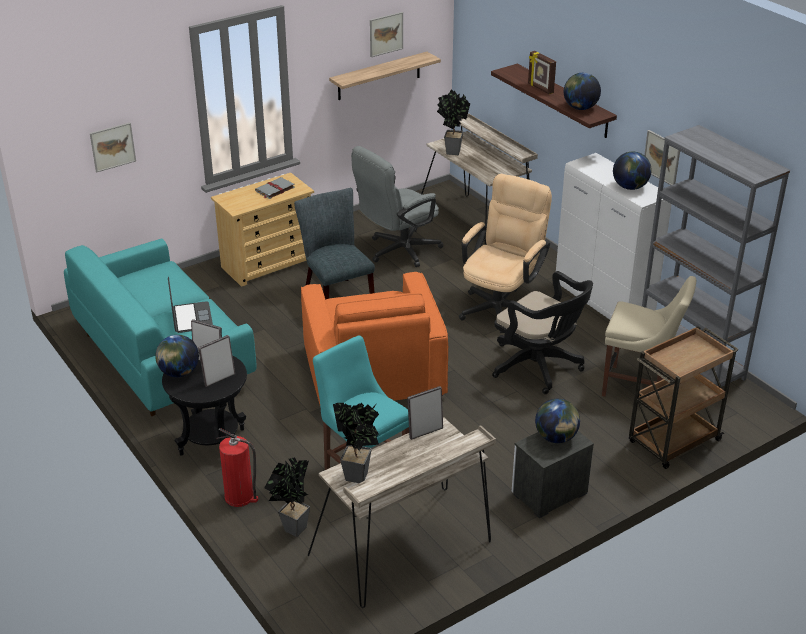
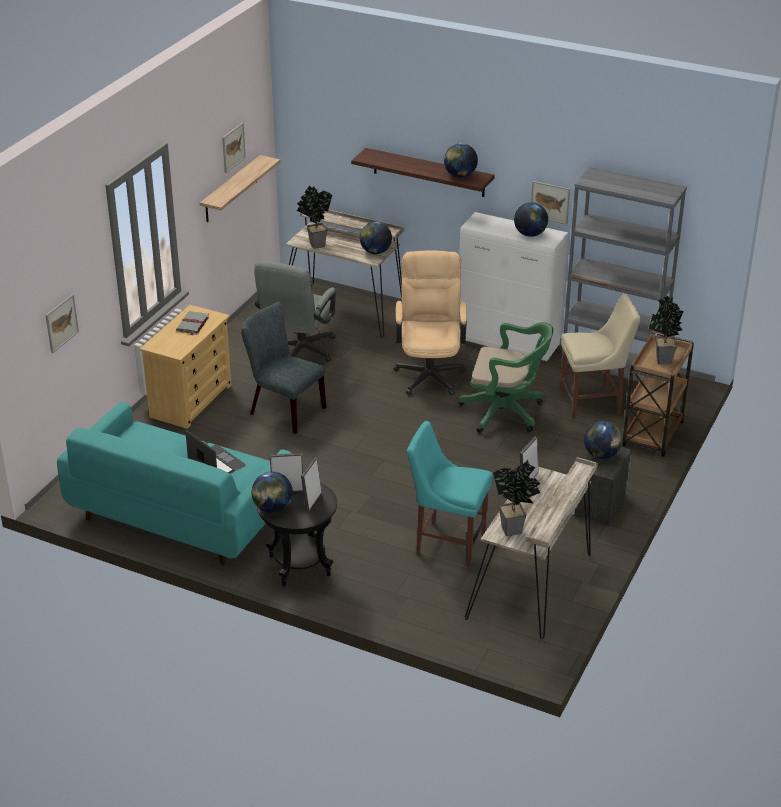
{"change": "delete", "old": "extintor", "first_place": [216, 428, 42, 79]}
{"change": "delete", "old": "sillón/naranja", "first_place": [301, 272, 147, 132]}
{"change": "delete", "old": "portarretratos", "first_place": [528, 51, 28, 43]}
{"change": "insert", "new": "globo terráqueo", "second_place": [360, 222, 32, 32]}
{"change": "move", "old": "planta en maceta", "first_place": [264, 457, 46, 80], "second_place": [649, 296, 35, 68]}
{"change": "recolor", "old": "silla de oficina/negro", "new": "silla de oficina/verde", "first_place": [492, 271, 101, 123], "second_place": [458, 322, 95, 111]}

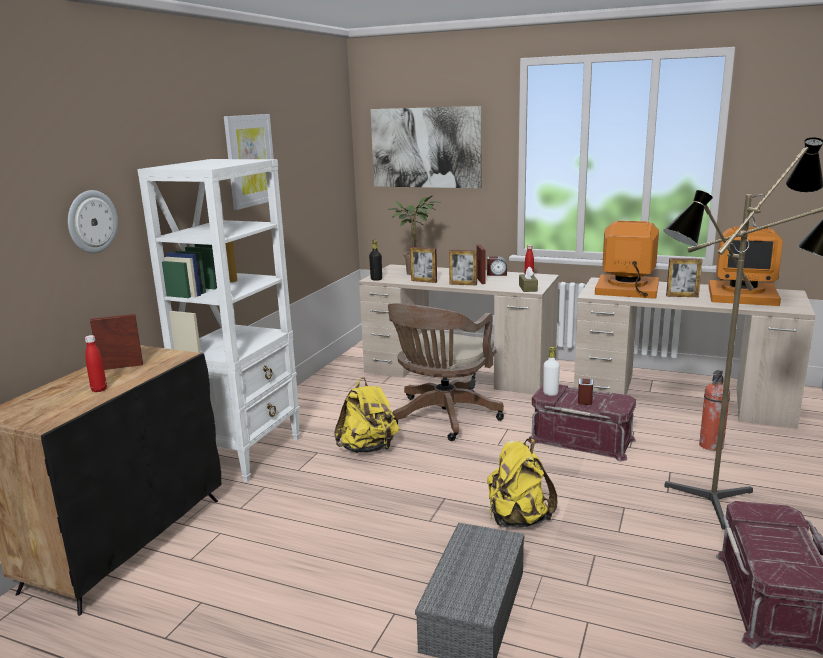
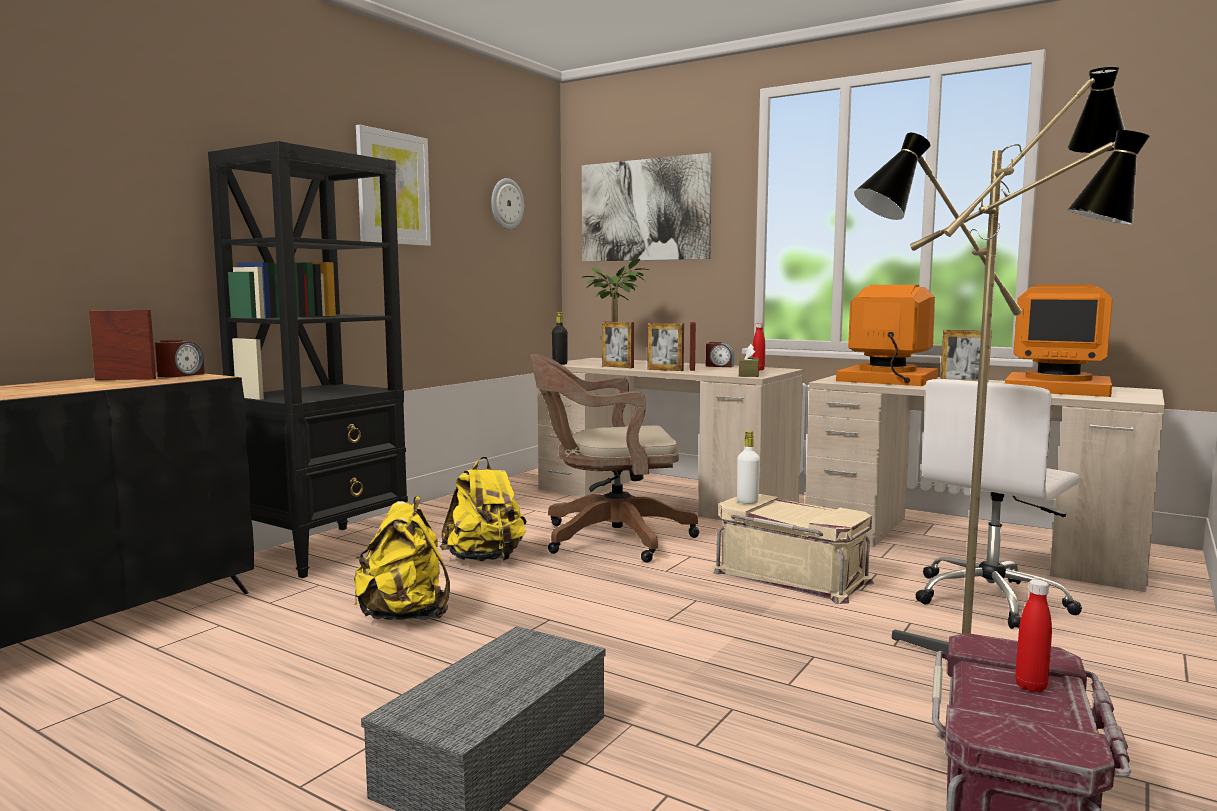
{"change": "move", "old": "reloj de pared", "first_place": [68, 190, 50, 64], "second_place": [491, 178, 33, 51]}
{"change": "move", "old": "botella/rojo", "first_place": [85, 335, 22, 57], "second_place": [1015, 580, 37, 112]}
{"change": "move", "old": "mochila/amarillo", "first_place": [487, 438, 70, 90], "second_place": [354, 496, 96, 124]}
{"change": "move", "old": "despertador", "first_place": [578, 378, 16, 27], "second_place": [155, 339, 50, 39]}
{"change": "replace", "old": "extintor", "new": "silla de oficina/blanco", "first_place": [699, 370, 31, 81], "second_place": [916, 379, 166, 250]}
{"change": "recolor", "old": "estantería/blanco", "new": "estantería/negro", "first_place": [137, 159, 163, 323], "second_place": [208, 141, 200, 437]}
{"change": "recolor", "old": "caja de almacenaje/rojo", "new": "caja de almacenaje/beis", "first_place": [528, 385, 108, 76], "second_place": [711, 494, 163, 110]}
{"change": "rotate", "old": "silla de oficina/marrón", "first_place": [388, 303, 116, 138], "second_place": [531, 354, 168, 209], "degrees": 45}

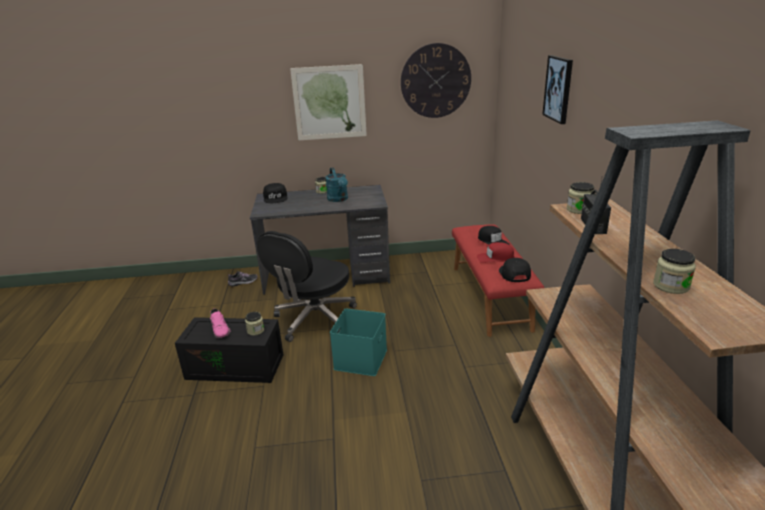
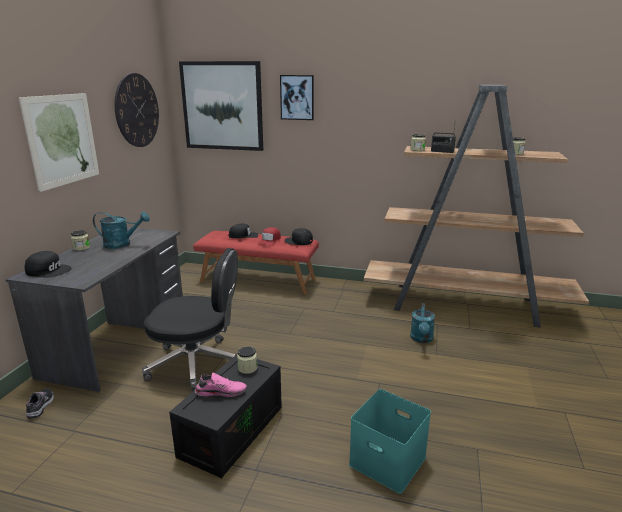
{"change": "insert", "new": "cuadro", "second_place": [179, 61, 84, 90]}
{"change": "insert", "new": "regadera/turquesa", "second_place": [410, 303, 25, 40]}
{"change": "move", "old": "caja de almacenaje/turquesa", "first_place": [330, 309, 57, 67], "second_place": [349, 389, 82, 105]}
{"change": "rotate", "old": "silla de oficina/negro", "first_place": [257, 231, 100, 111], "second_place": [142, 248, 96, 143], "degrees": -45}

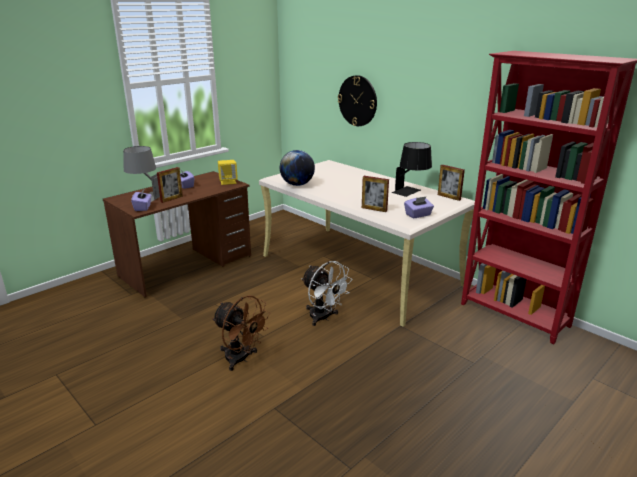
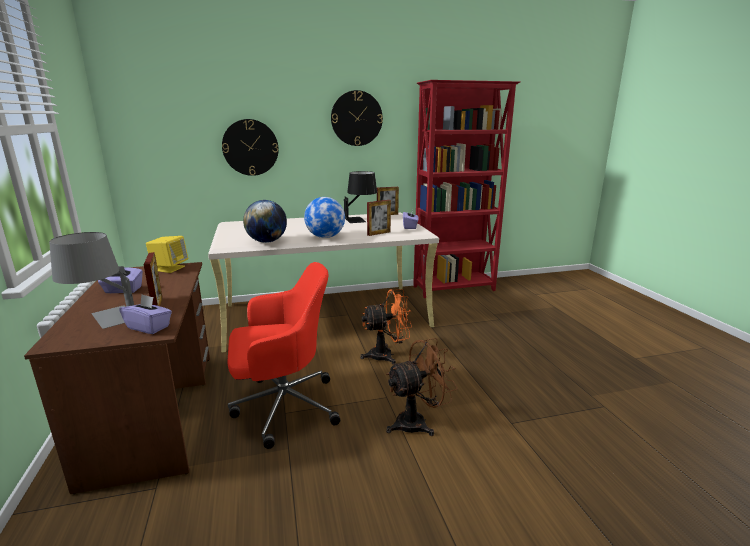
{"change": "insert", "new": "silla de oficina/rojo", "second_place": [227, 262, 113, 187]}
{"change": "insert", "new": "globo terráqueo", "second_place": [304, 197, 41, 41]}
{"change": "insert", "new": "reloj de pared", "second_place": [331, 90, 52, 56]}
{"change": "recolor", "old": "ventilador/blanco", "new": "ventilador/naranja", "first_place": [301, 261, 51, 65], "second_place": [360, 289, 52, 76]}

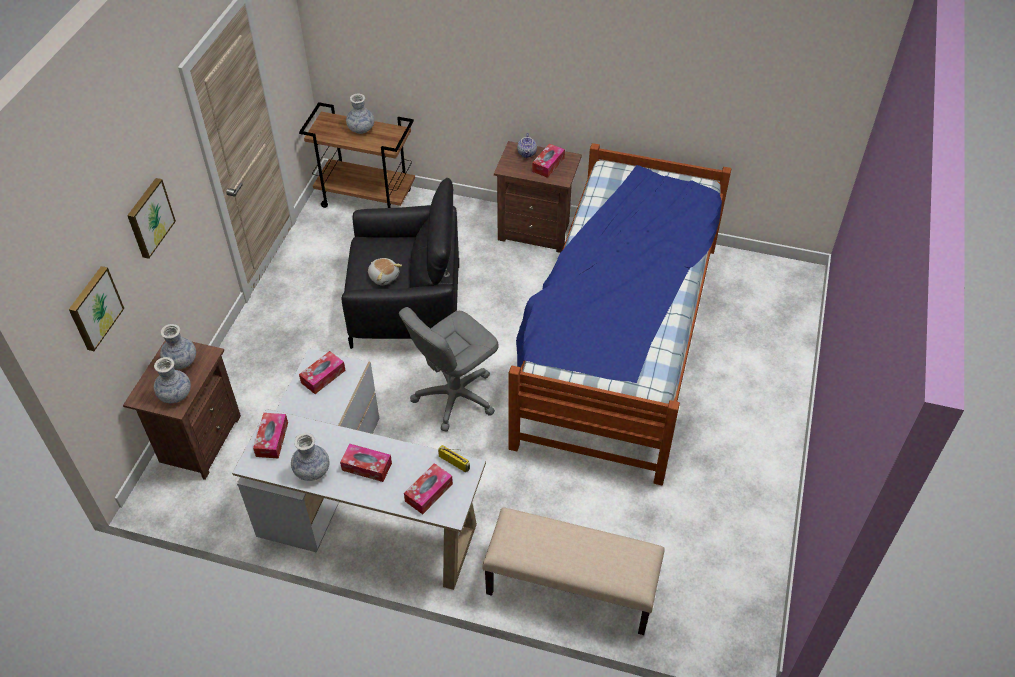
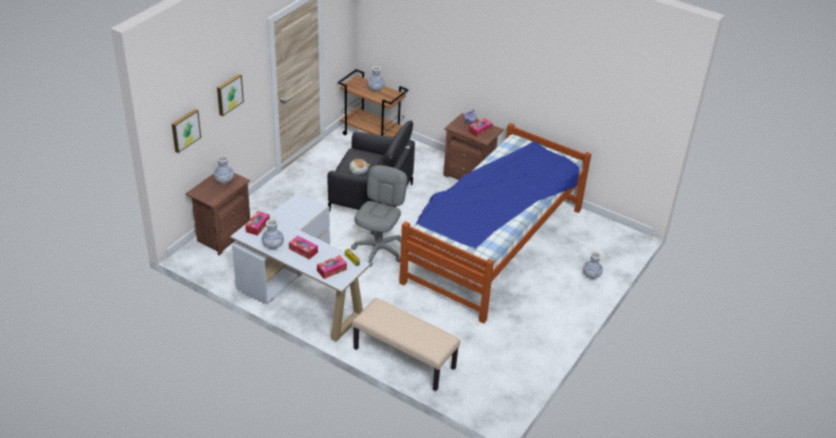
{"change": "delete", "old": "caja de pañuelos", "first_place": [299, 351, 47, 43]}
{"change": "move", "old": "florero", "first_place": [154, 357, 37, 46], "second_place": [583, 252, 20, 27]}
{"change": "rotate", "old": "silla de oficina/gris", "first_place": [399, 307, 100, 125], "second_place": [351, 165, 56, 102], "degrees": 135}

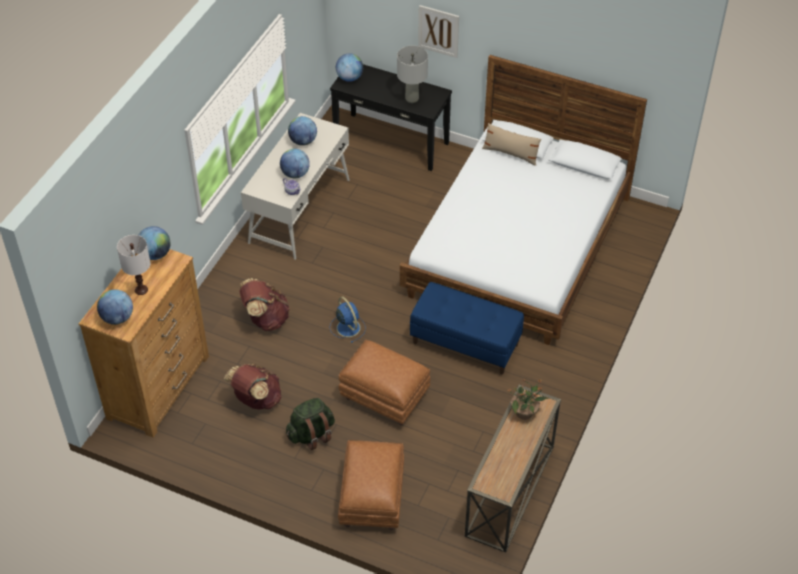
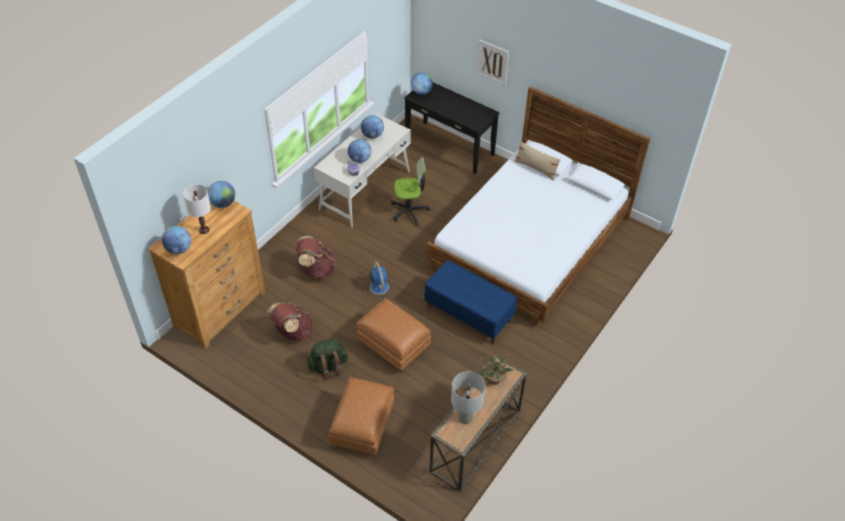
{"change": "insert", "new": "silla de oficina", "second_place": [391, 157, 39, 68]}
{"change": "move", "old": "lámpara de mesa/gris", "first_place": [397, 45, 31, 58], "second_place": [451, 371, 35, 53]}

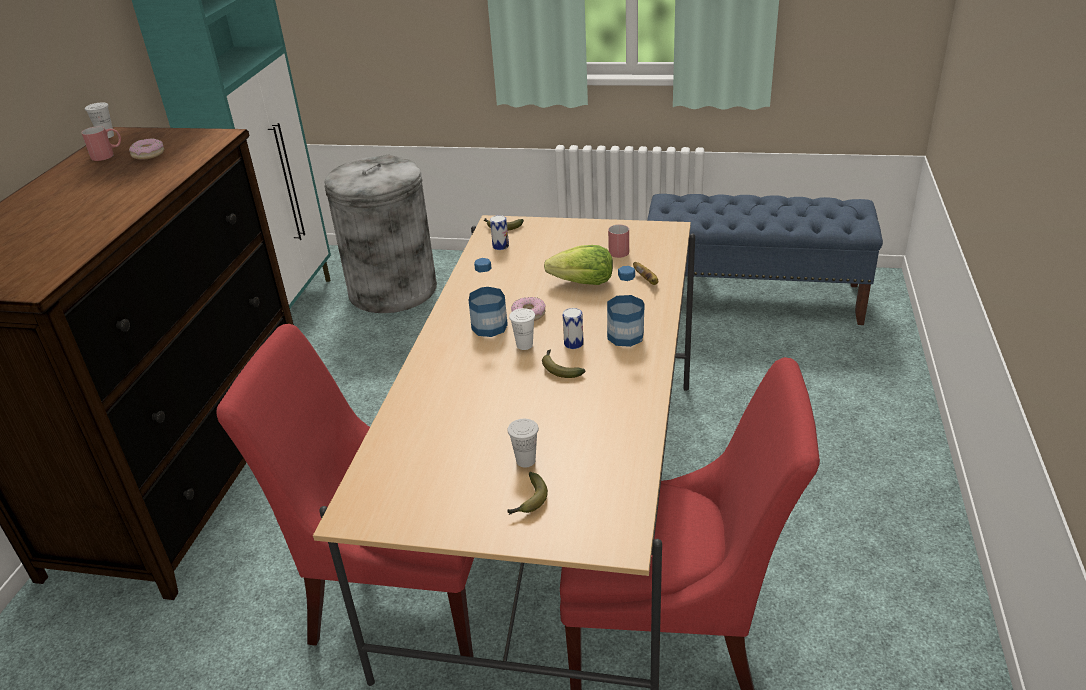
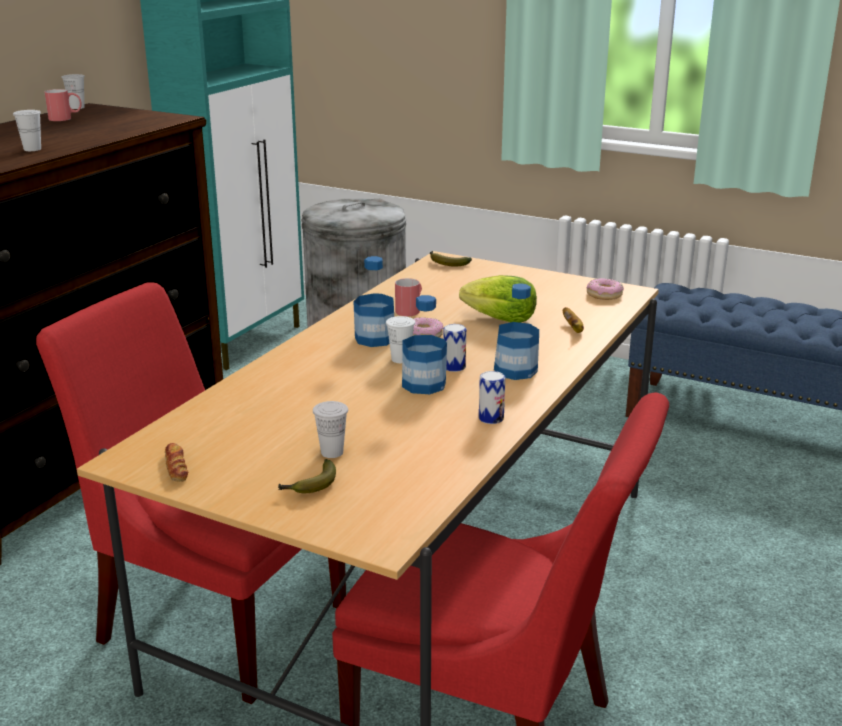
{"change": "insert", "new": "taza/blanco", "second_place": [13, 110, 28, 41]}
{"change": "insert", "new": "pan", "second_place": [165, 443, 23, 39]}
{"change": "move", "old": "rosquilla", "first_place": [129, 138, 35, 22], "second_place": [587, 278, 37, 22]}
{"change": "move", "old": "lata", "first_place": [490, 215, 19, 35], "second_place": [479, 371, 26, 53]}
{"change": "move", "old": "taza grande/rojo", "first_place": [608, 224, 21, 34], "second_place": [395, 278, 27, 38]}
{"change": "replace", "old": "plátano", "new": "botella", "first_place": [542, 349, 44, 29], "second_place": [402, 295, 45, 99]}

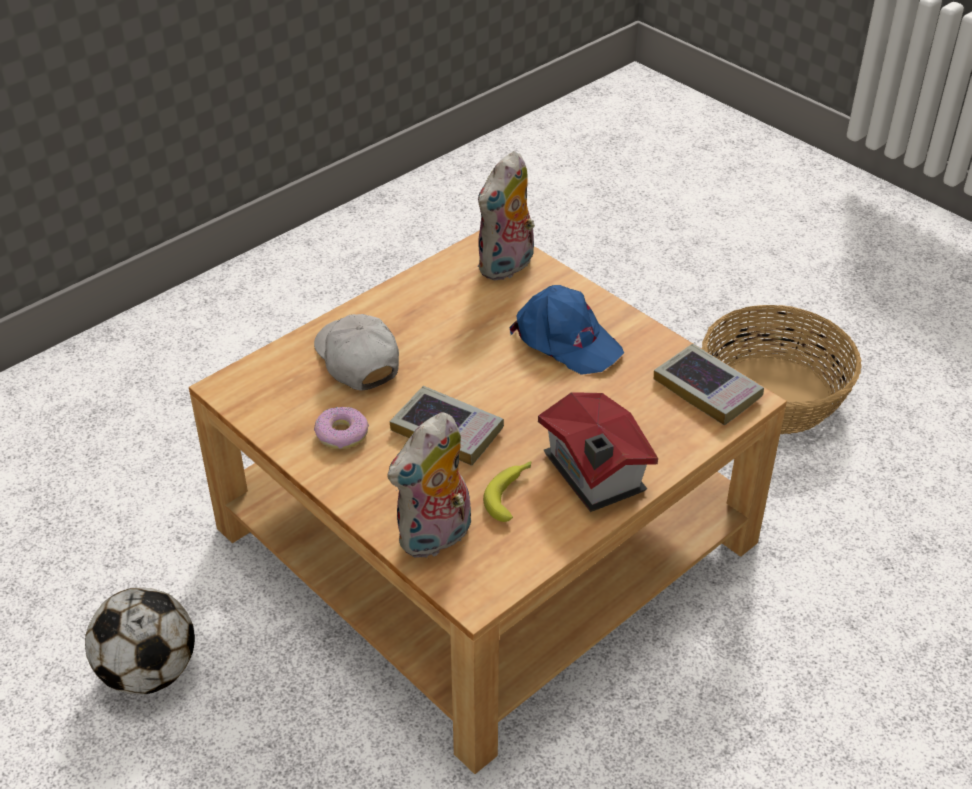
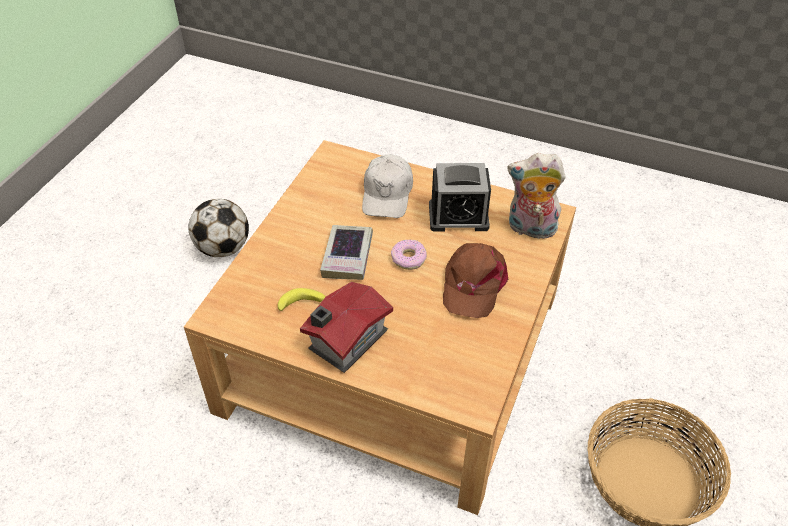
{"change": "delete", "old": "peluche", "first_place": [388, 412, 83, 146]}
{"change": "delete", "old": "libro", "first_place": [654, 344, 110, 81]}
{"change": "insert", "new": "despertador", "second_place": [429, 163, 62, 69]}
{"change": "move", "old": "rosquilla", "first_place": [314, 407, 55, 42], "second_place": [391, 240, 36, 30]}
{"change": "recolor", "old": "gorra/azul", "new": "gorra/marrón", "first_place": [509, 285, 115, 90], "second_place": [443, 243, 65, 75]}
{"change": "rotate", "old": "gorra/blanco", "first_place": [314, 314, 85, 77], "second_place": [362, 155, 51, 63], "degrees": 150}

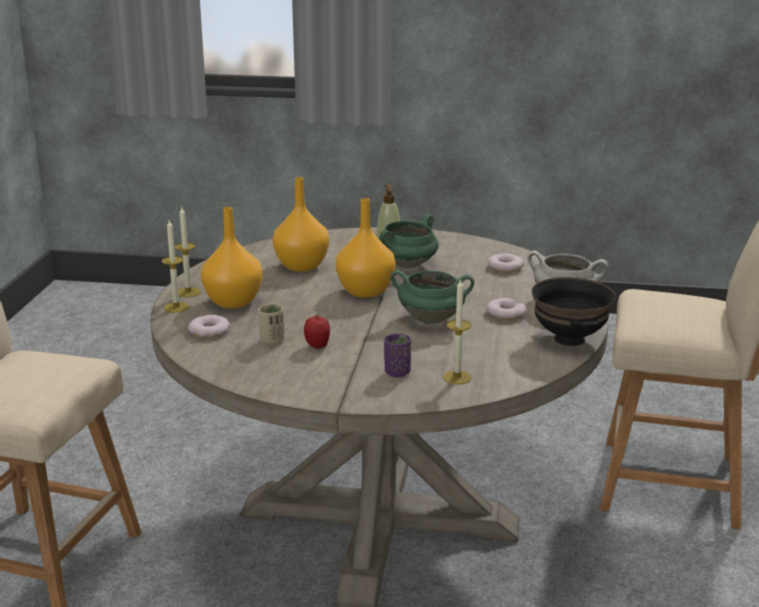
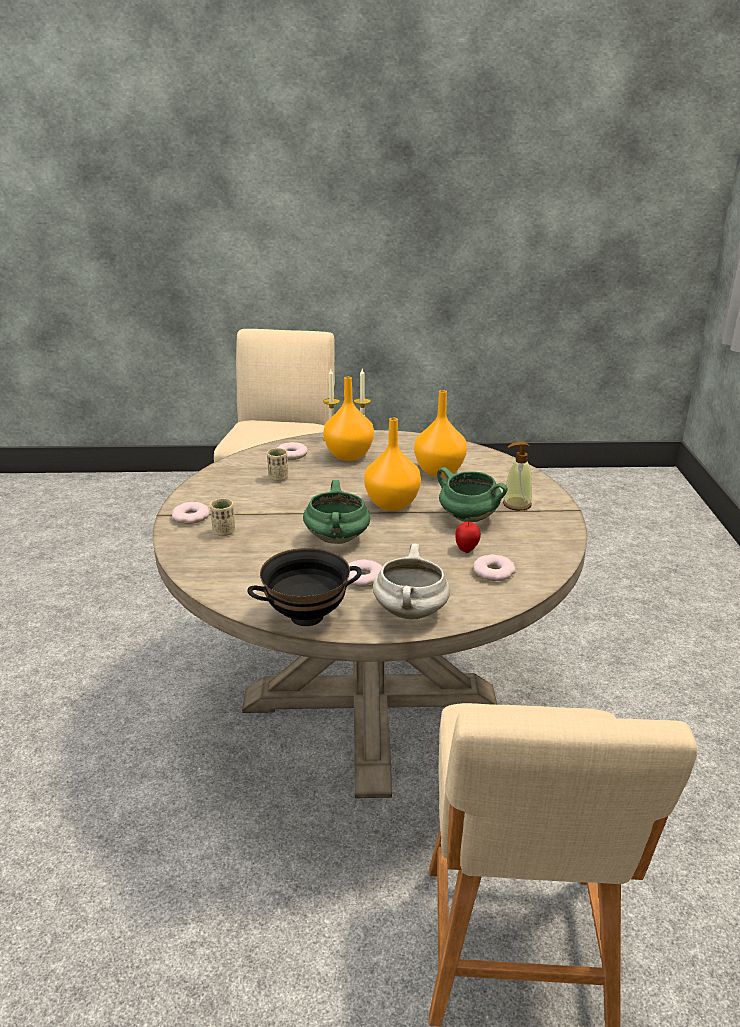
{"change": "delete", "old": "vela", "first_place": [443, 278, 29, 106]}
{"change": "insert", "new": "rosquilla", "second_place": [172, 502, 38, 22]}
{"change": "move", "old": "manzana", "first_place": [304, 313, 26, 36], "second_place": [455, 521, 26, 32]}
{"change": "recolor", "old": "taza/morado", "new": "taza/beis", "first_place": [384, 334, 27, 43], "second_place": [210, 499, 25, 37]}

